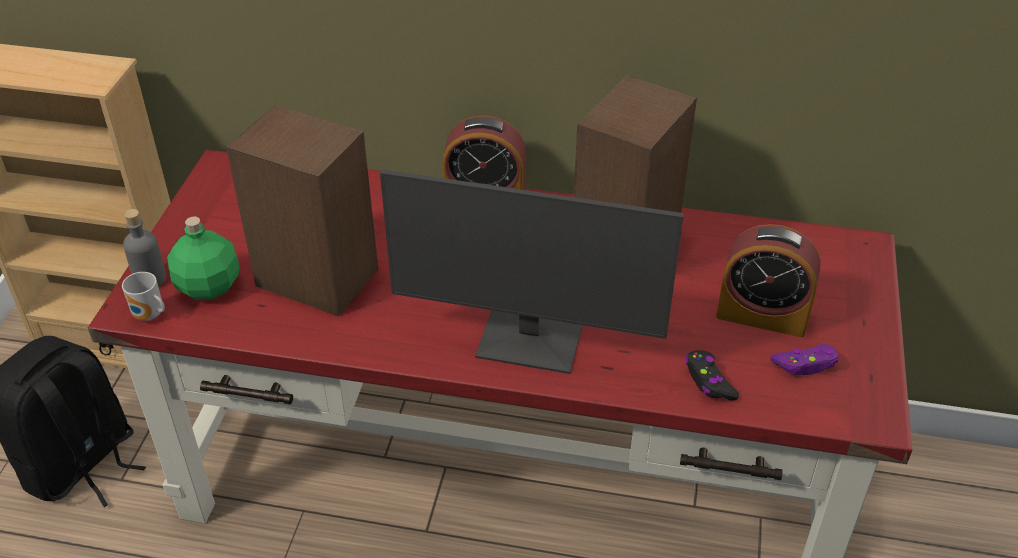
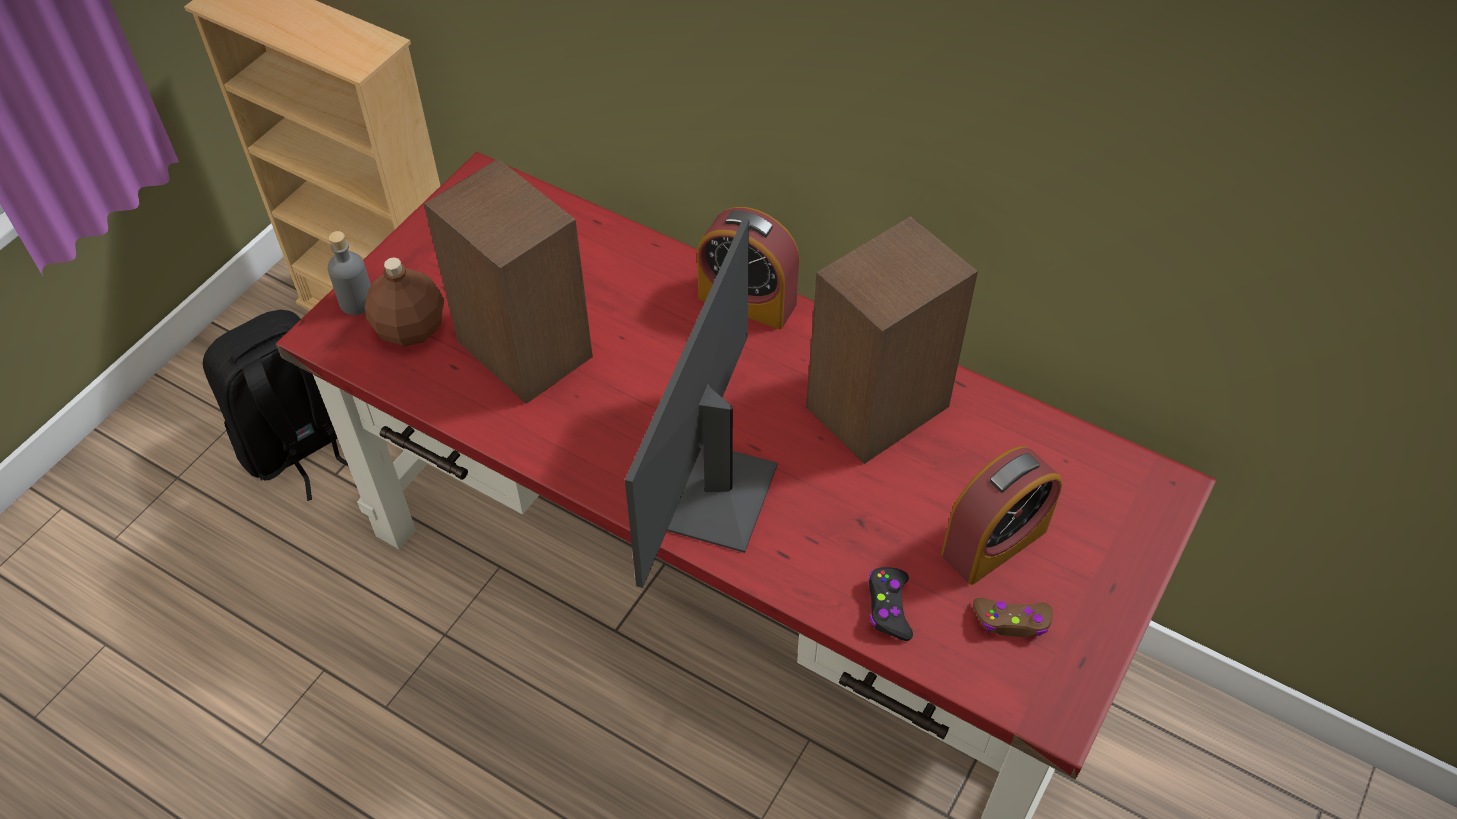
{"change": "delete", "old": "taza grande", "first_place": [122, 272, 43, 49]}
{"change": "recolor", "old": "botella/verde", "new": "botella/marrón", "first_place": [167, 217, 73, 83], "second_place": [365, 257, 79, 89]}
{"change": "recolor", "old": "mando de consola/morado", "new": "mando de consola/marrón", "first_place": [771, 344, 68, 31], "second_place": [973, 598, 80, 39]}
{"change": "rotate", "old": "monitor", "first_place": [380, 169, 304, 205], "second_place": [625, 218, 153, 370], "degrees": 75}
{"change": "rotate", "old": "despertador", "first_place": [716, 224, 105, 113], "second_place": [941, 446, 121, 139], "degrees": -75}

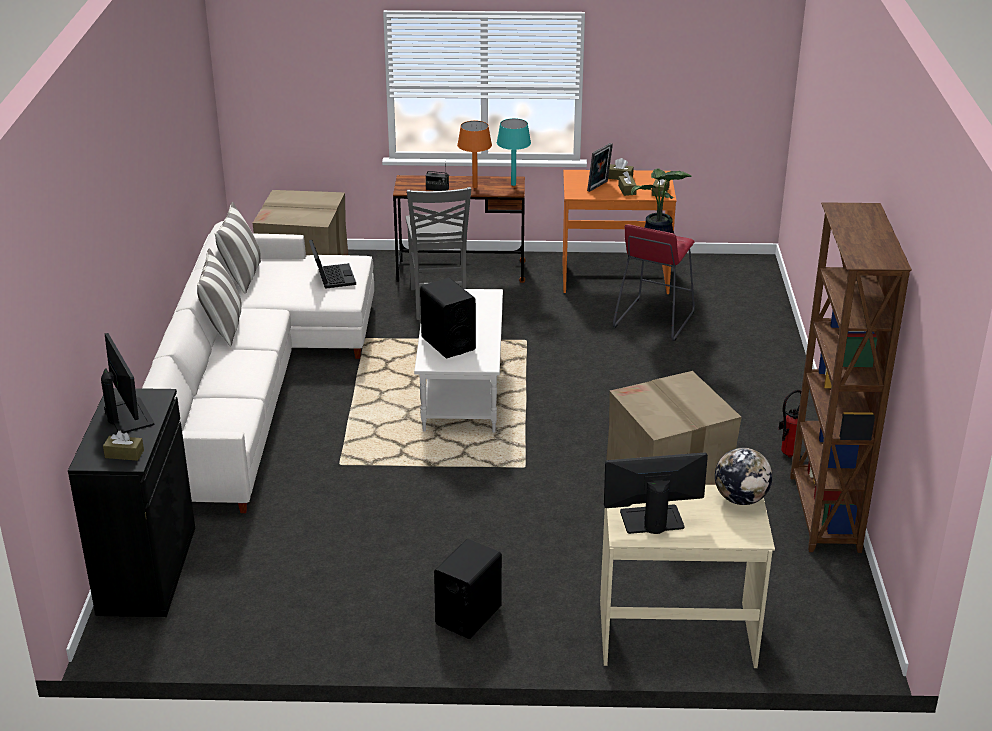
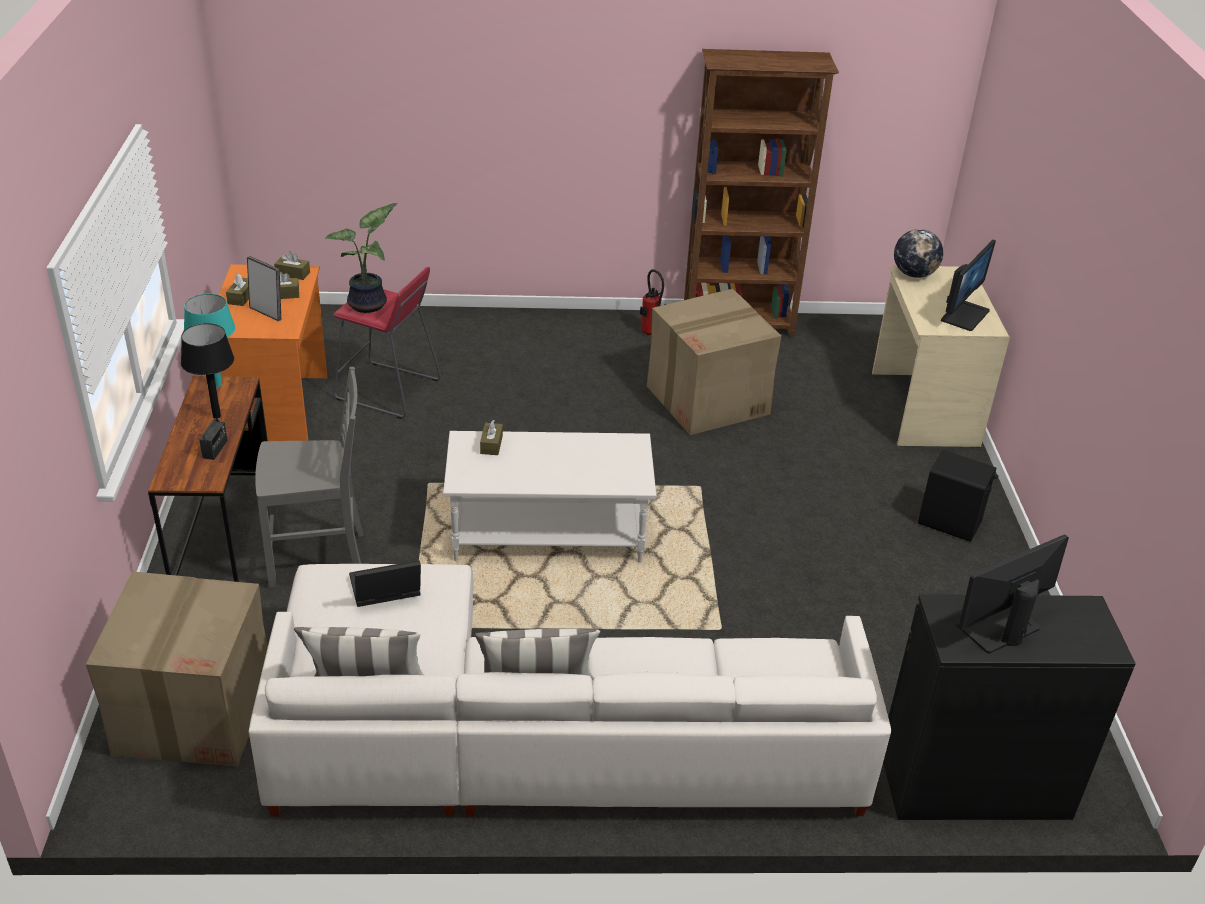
{"change": "delete", "old": "altavoz/negro", "first_place": [420, 278, 56, 80]}
{"change": "move", "old": "caja de pañuelos/marrón", "first_place": [103, 431, 41, 30], "second_place": [480, 420, 23, 35]}
{"change": "recolor", "old": "lámpara de mesa/naranja", "new": "lámpara de mesa/negro", "first_place": [457, 121, 35, 67], "second_place": [181, 323, 53, 96]}
{"change": "rotate", "old": "monitor", "first_place": [604, 453, 104, 81], "second_place": [941, 240, 55, 91], "degrees": -135}

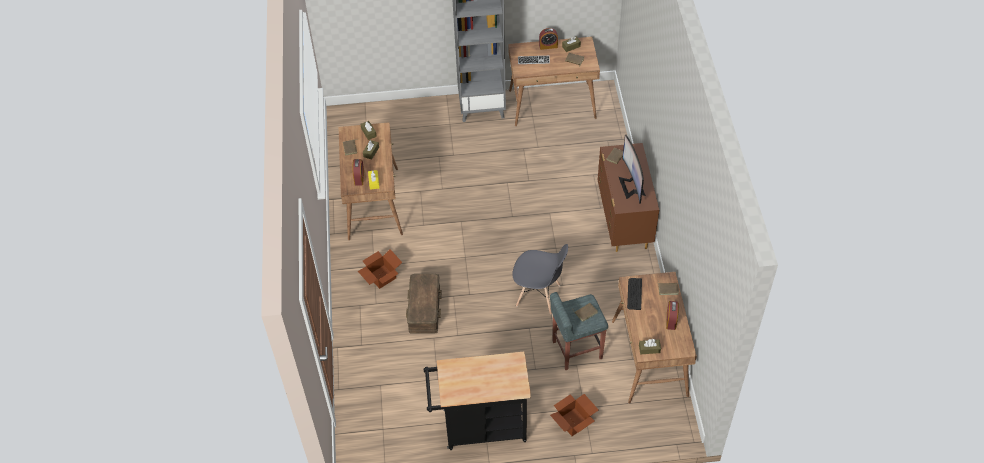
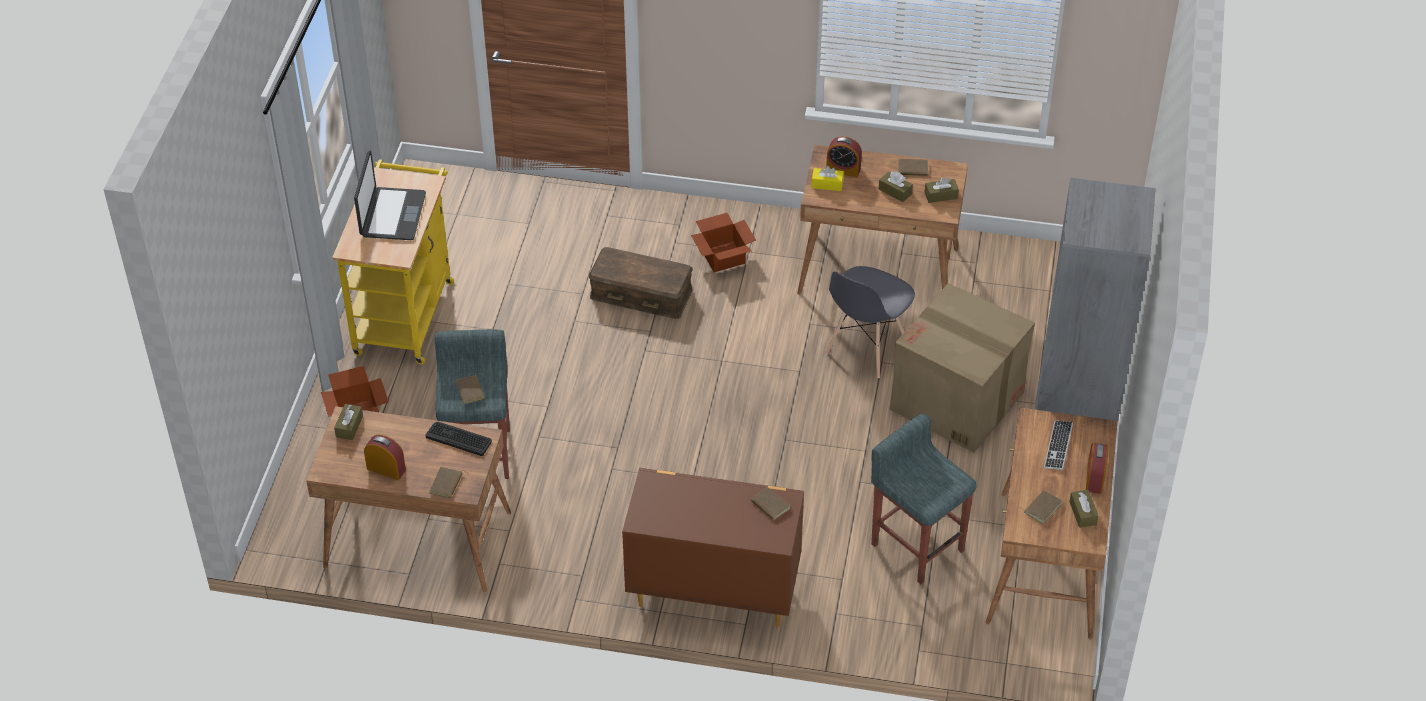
{"change": "delete", "old": "monitor", "first_place": [619, 135, 27, 69]}
{"change": "insert", "new": "portátil", "second_place": [354, 150, 72, 90]}
{"change": "insert", "new": "taburete/gris", "second_place": [871, 414, 106, 170]}
{"change": "insert", "new": "caja de cartón", "second_place": [889, 283, 146, 170]}
{"change": "move", "old": "silla/gris", "first_place": [512, 244, 56, 71], "second_place": [825, 266, 90, 112]}
{"change": "recolor", "old": "carrito/negro", "new": "carrito/amarillo", "first_place": [424, 352, 107, 98], "second_place": [332, 159, 122, 205]}

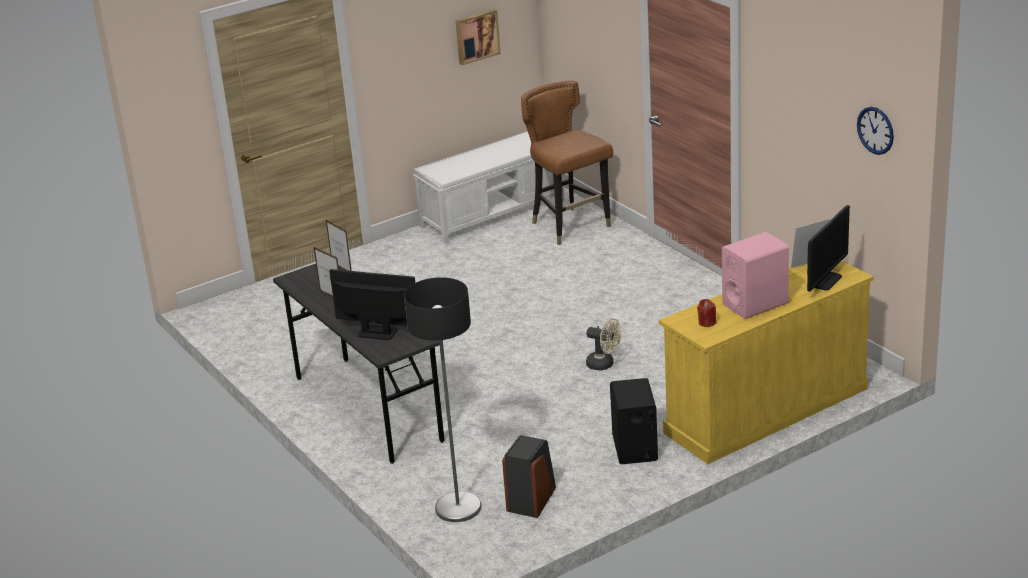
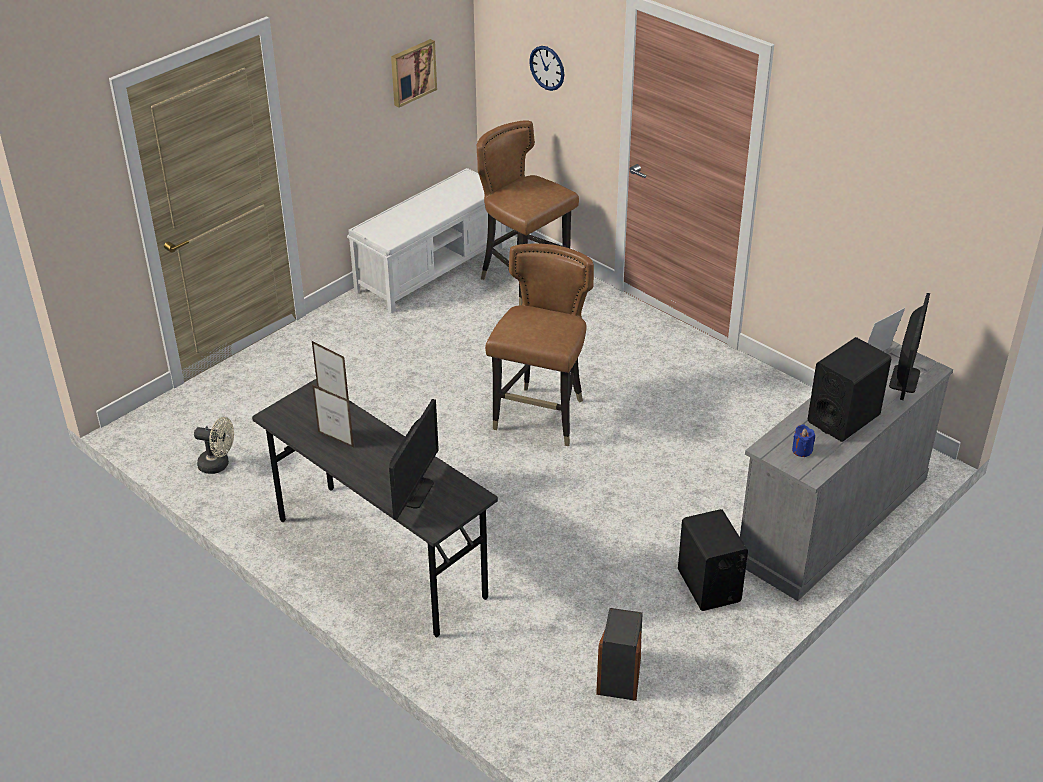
{"change": "delete", "old": "lámpara de pie", "first_place": [404, 277, 77, 245]}
{"change": "insert", "new": "silla/marrón", "second_place": [485, 244, 109, 202]}
{"change": "move", "old": "ventilador/beis", "first_place": [586, 318, 35, 52], "second_place": [194, 417, 40, 57]}
{"change": "move", "old": "reloj de pared", "first_place": [857, 107, 37, 48], "second_place": [529, 46, 35, 45]}
{"change": "recolor", "old": "cómoda/amarillo", "new": "cómoda/gris", "first_place": [659, 261, 214, 203], "second_place": [740, 341, 213, 260]}
{"change": "recolor", "old": "vela/rojo", "new": "vela/azul", "first_place": [697, 299, 19, 28], "second_place": [792, 424, 23, 33]}
{"change": "recolor", "old": "altavoz/rosa", "new": "altavoz/negro", "first_place": [722, 232, 67, 87], "second_place": [808, 337, 83, 105]}
{"change": "rotate", "old": "monitor", "first_place": [329, 269, 86, 71], "second_place": [389, 399, 50, 121], "degrees": 105}

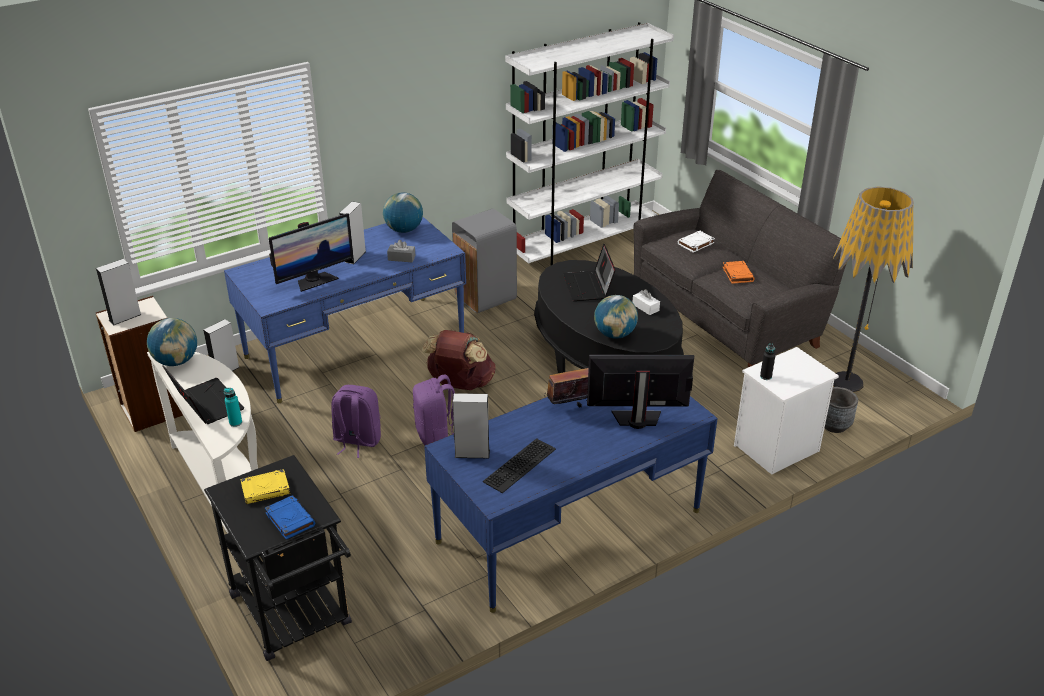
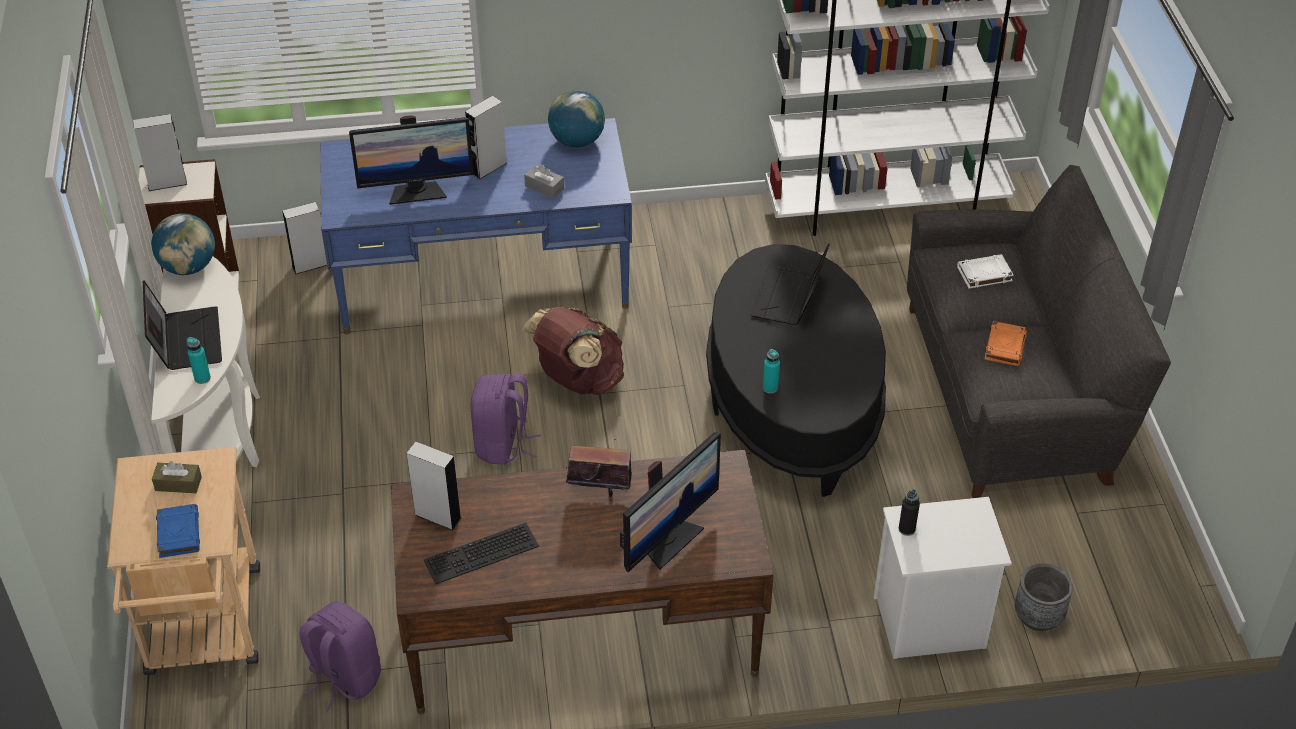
{"change": "delete", "old": "papelera/gris", "first_place": [452, 209, 65, 104]}
{"change": "delete", "old": "caja de pañuelos/blanco", "first_place": [633, 289, 27, 26]}
{"change": "delete", "old": "lámpara de pie", "first_place": [833, 186, 81, 206]}
{"change": "move", "old": "mochila/morado", "first_place": [331, 385, 50, 73], "second_place": [299, 601, 82, 111]}
{"change": "replace", "old": "libro/amarillo", "new": "caja de pañuelos/marrón", "first_place": [240, 469, 50, 35], "second_place": [152, 461, 50, 32]}
{"change": "replace", "old": "globo terráqueo", "new": "botella/turquesa", "first_place": [594, 295, 44, 44], "second_place": [763, 349, 17, 45]}
{"change": "recolor", "old": "carrito/negro", "new": "carrito/beis", "first_place": [204, 455, 148, 206], "second_place": [107, 447, 153, 228]}
{"change": "recolor", "old": "escritorio/azul", "new": "escritorio/marrón", "first_place": [424, 396, 294, 217], "second_place": [391, 450, 383, 264]}
{"change": "rotate", "old": "monitor", "first_place": [587, 354, 107, 75], "second_place": [620, 432, 101, 140], "degrees": 105}

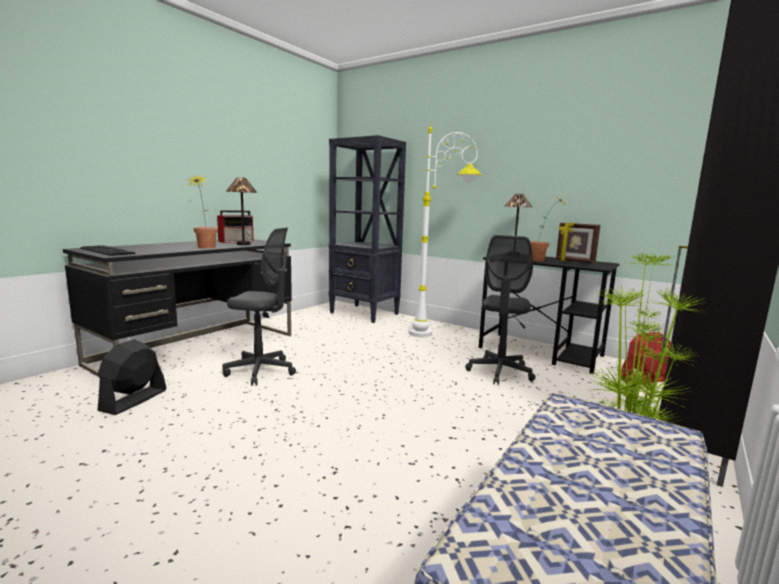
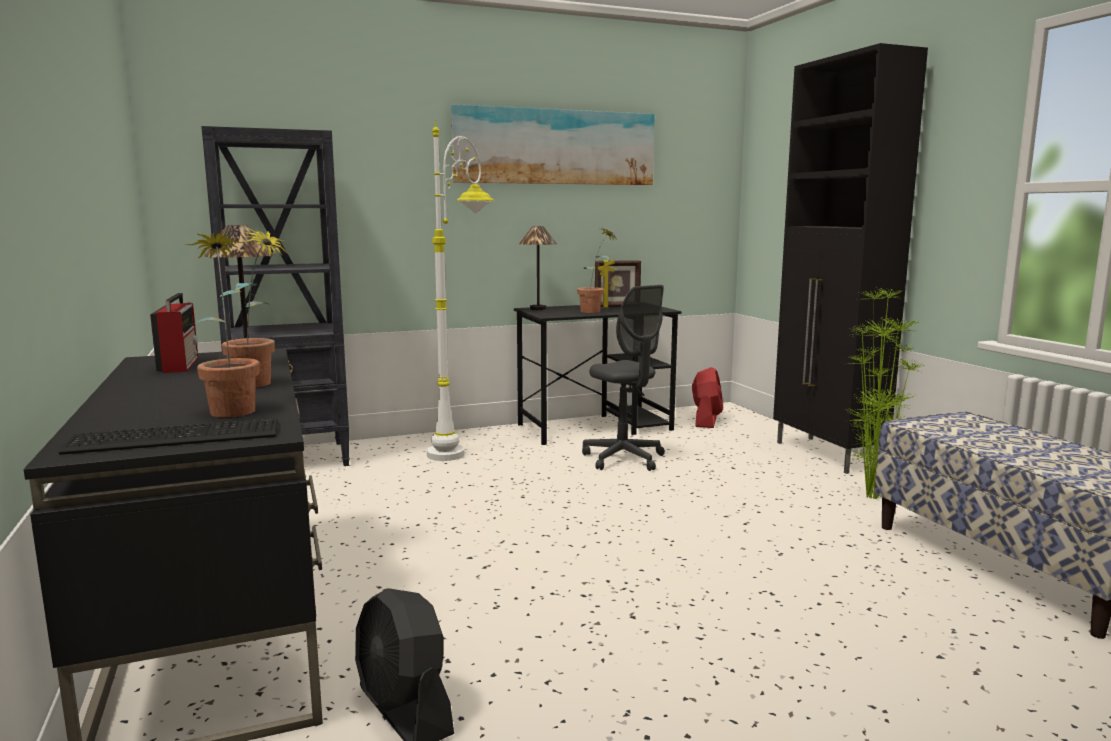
{"change": "delete", "old": "silla de oficina/gris", "first_place": [223, 228, 73, 158]}
{"change": "insert", "new": "planta en maceta", "second_place": [184, 229, 76, 188]}
{"change": "insert", "new": "cuadro", "second_place": [451, 104, 204, 81]}

